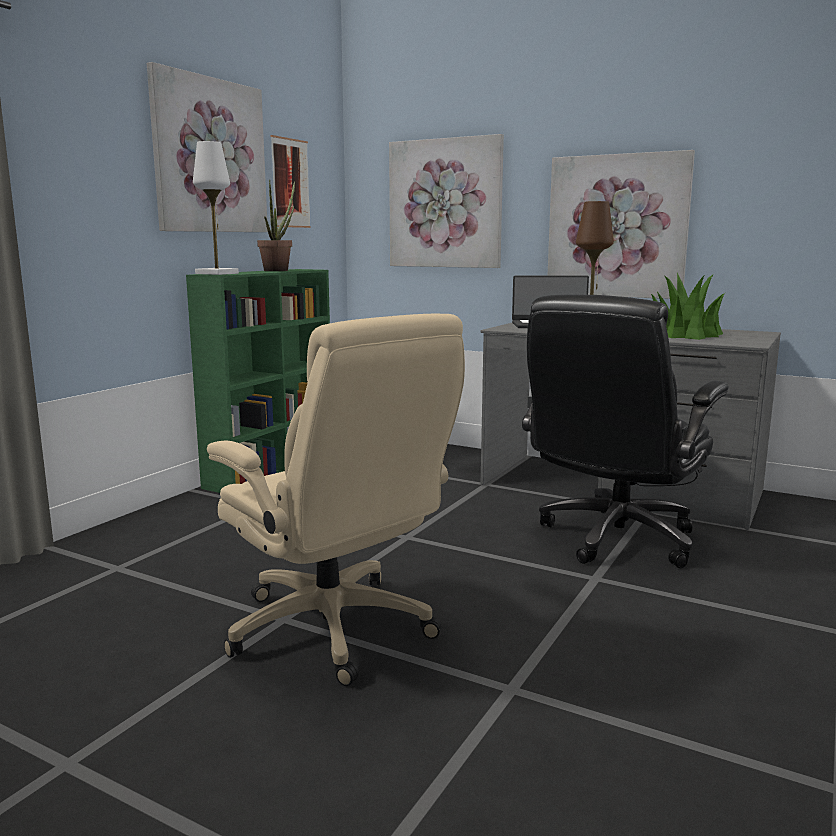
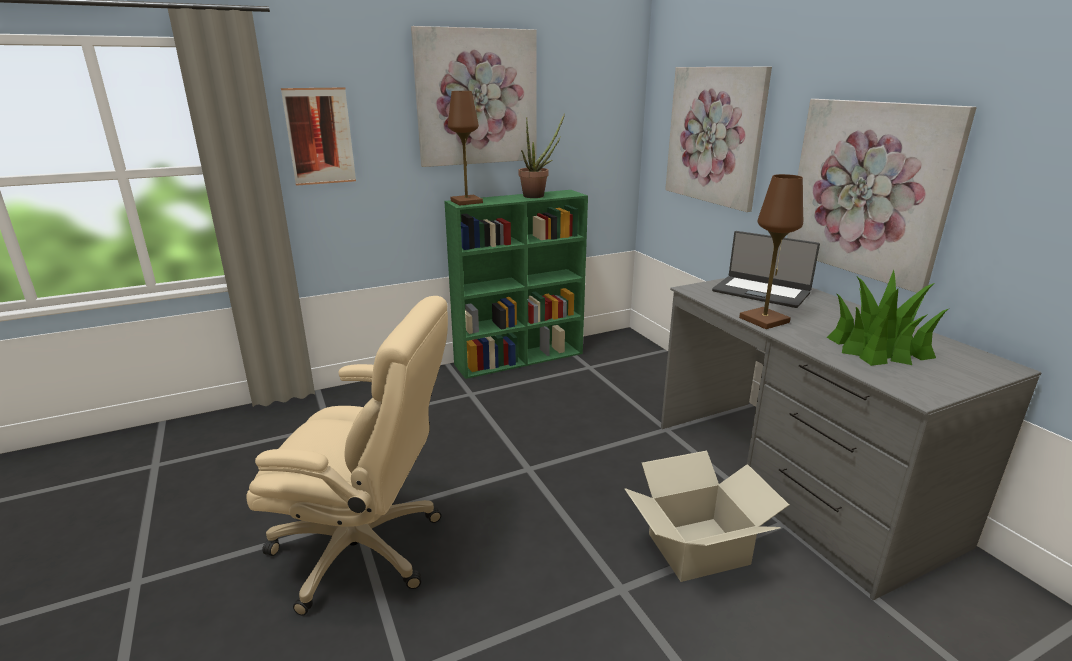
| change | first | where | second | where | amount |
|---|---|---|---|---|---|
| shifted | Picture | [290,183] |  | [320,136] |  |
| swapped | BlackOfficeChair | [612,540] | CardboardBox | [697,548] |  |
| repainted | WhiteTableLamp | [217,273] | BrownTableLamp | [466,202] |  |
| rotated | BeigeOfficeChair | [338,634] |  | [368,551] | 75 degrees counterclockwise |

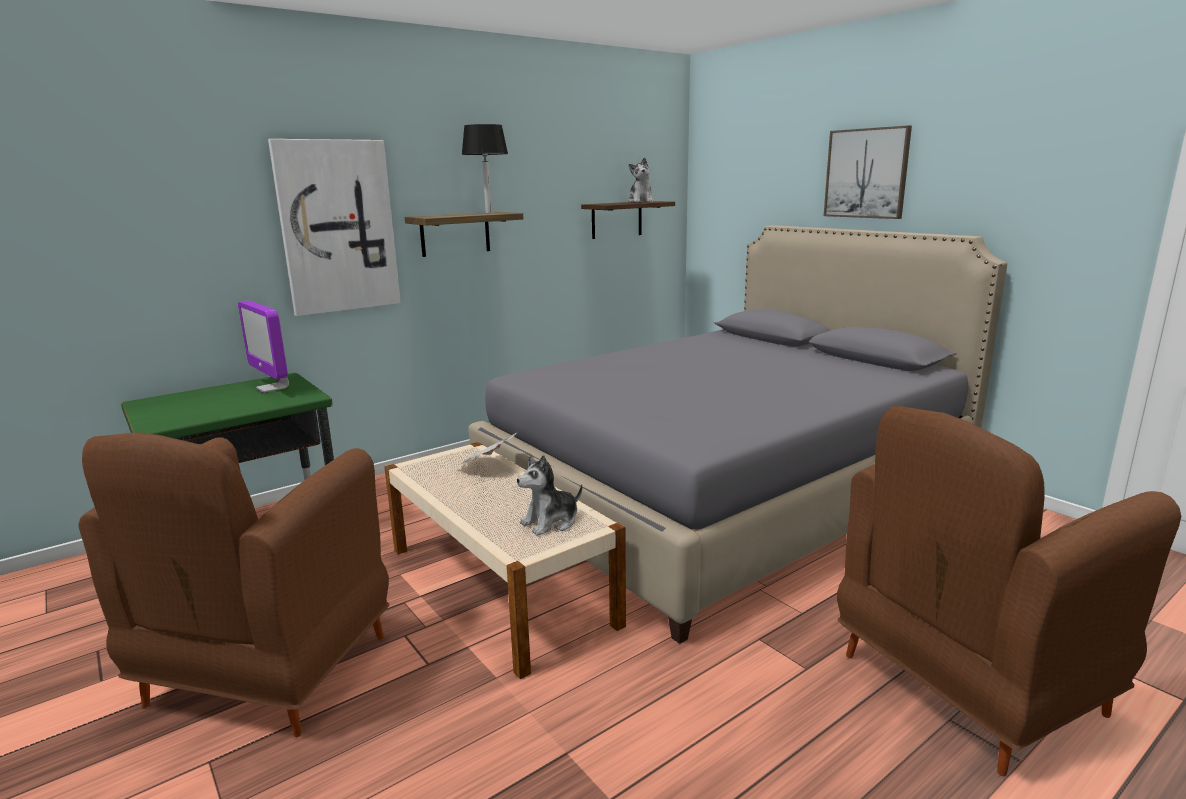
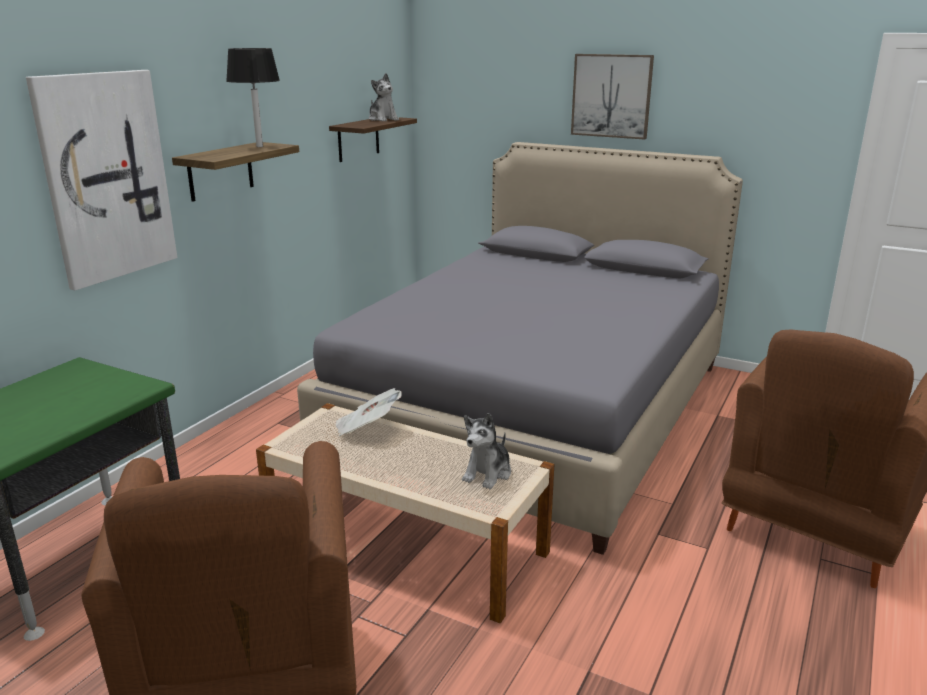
| change | first | where | second | where | amount |
|---|---|---|---|---|---|
| gone | Monitor | [273,388] |  |  |  |

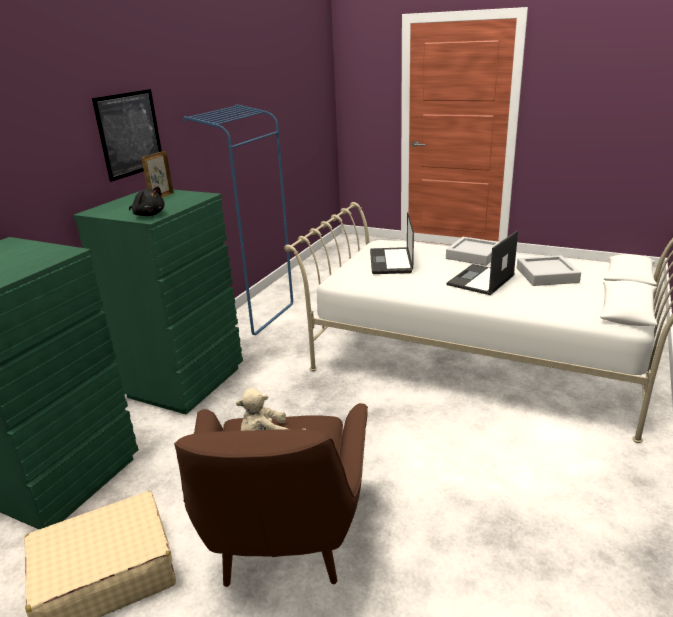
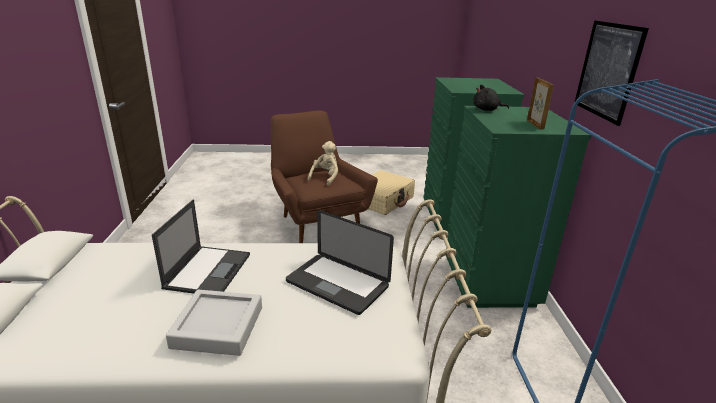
| change | first | where | second | where | amount |
|---|---|---|---|---|---|
| gone | GreyTray | [547,275] |  |  |  |
| rotated | Laptop | [390,262] |  | [337,284] | 150 degrees clockwise |

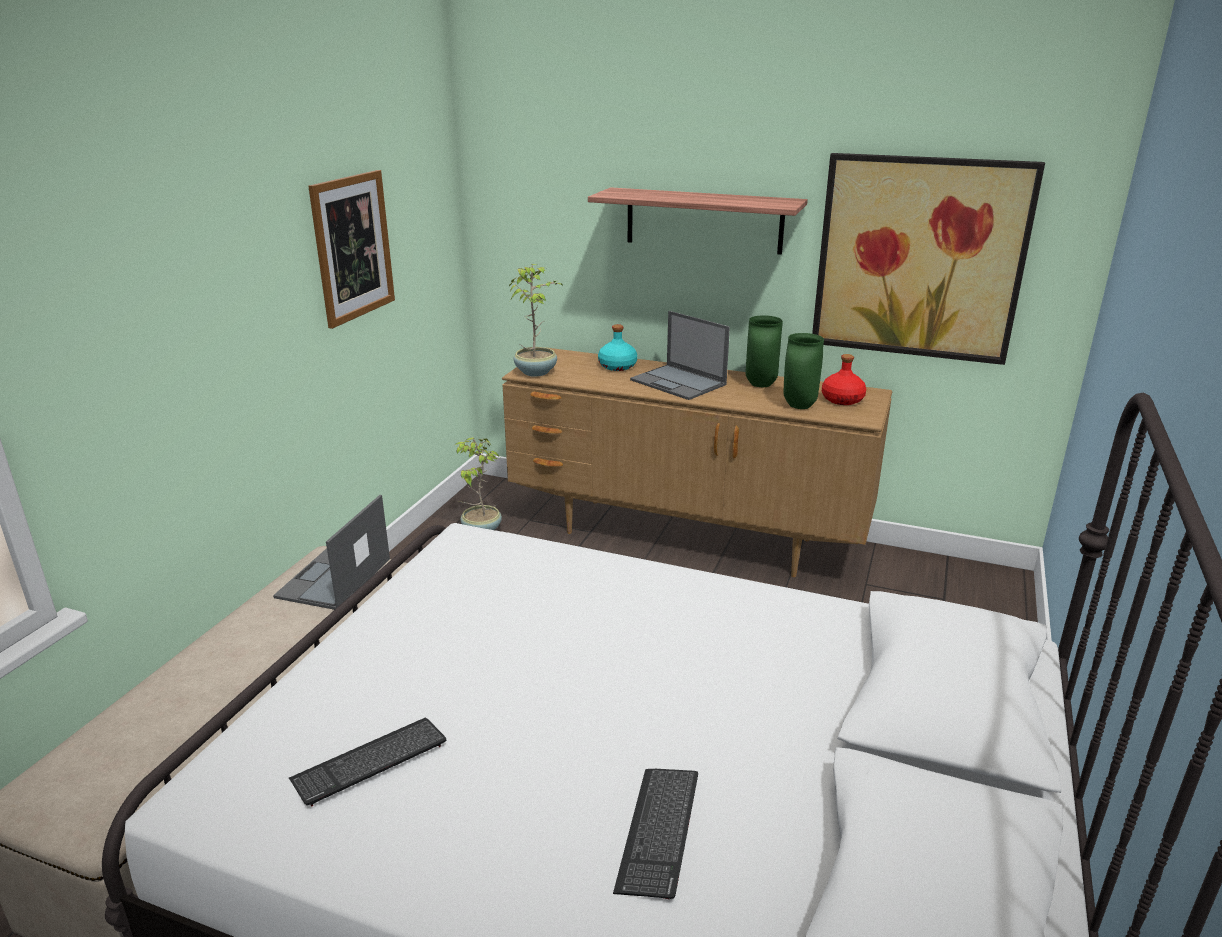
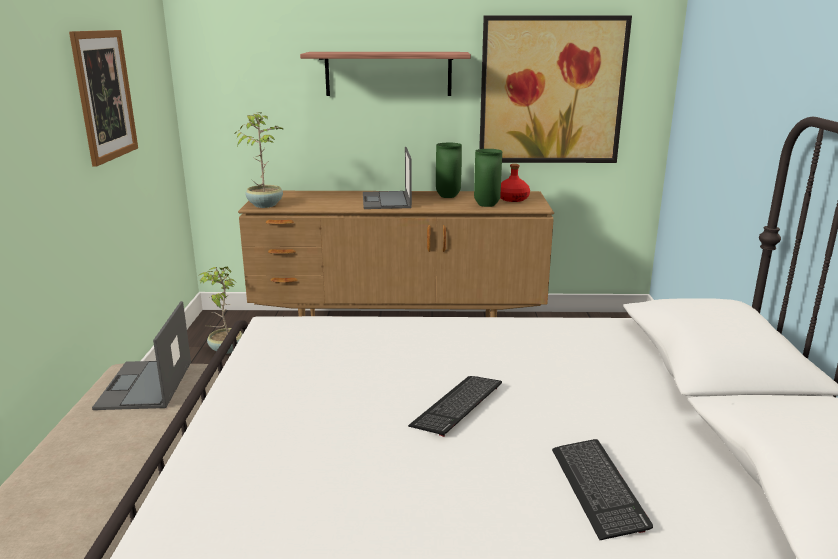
| change | first | where | second | where | amount |
|---|---|---|---|---|---|
| gone | TurquoiseBottle | [617,366] |  |  |  |
| shifted | Keyboard | [370,762] |  | [457,406] |  |
| rotated | Laptop | [679,382] |  | [386,201] | 60 degrees clockwise |

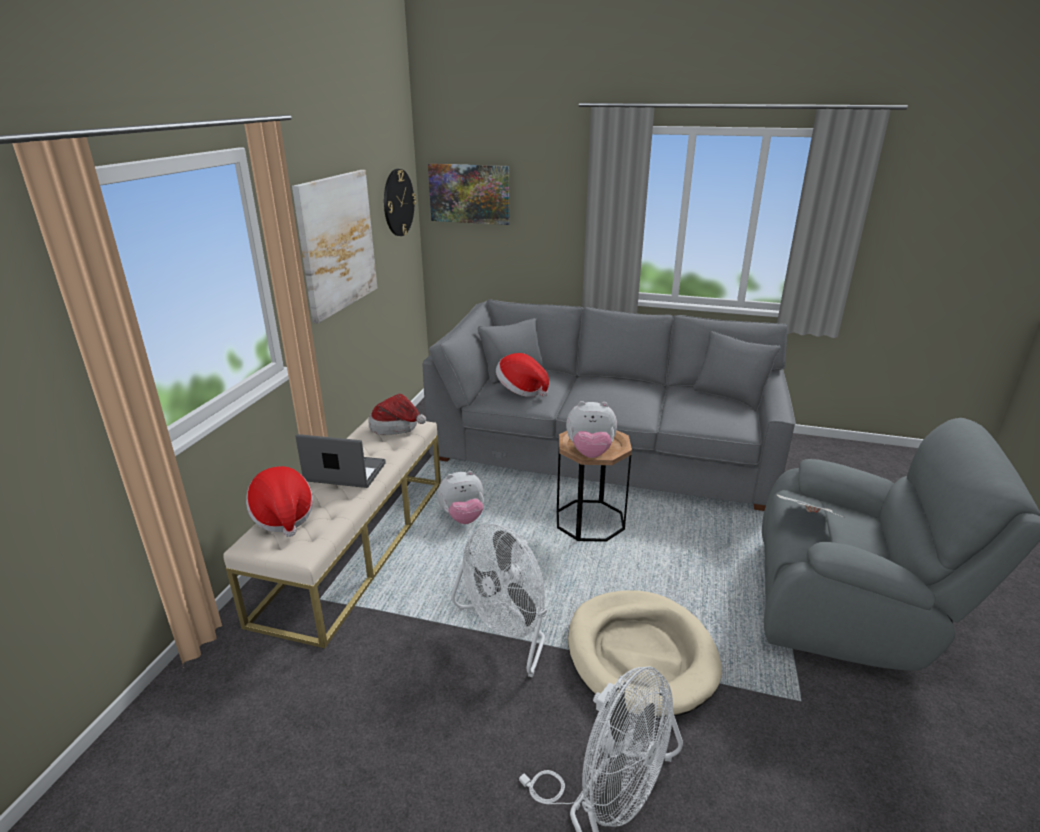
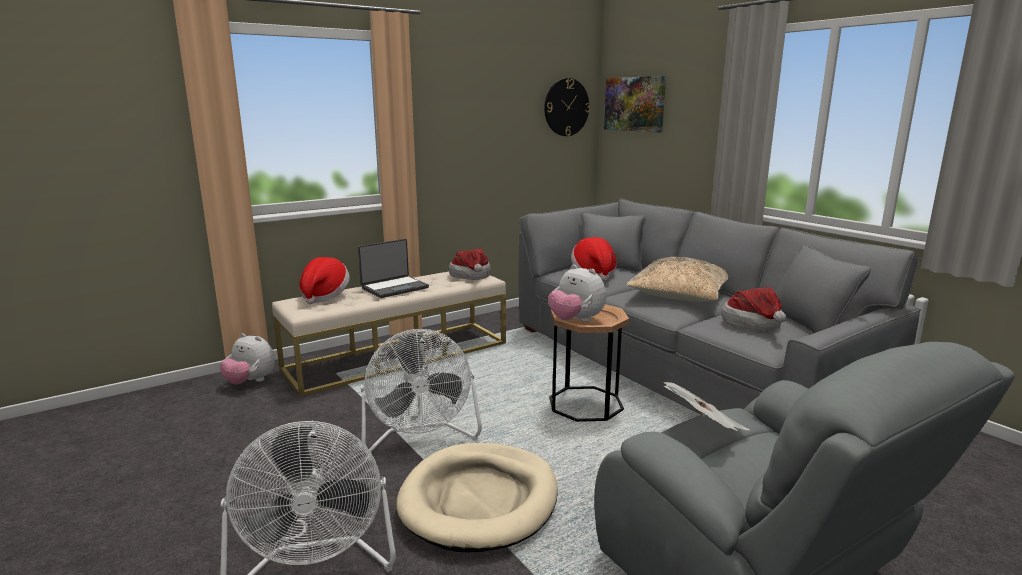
| change | first | where | second | where | amount |
|---|---|---|---|---|---|
| gone | Picture | [337,243] |  |  |  |
| new |  |  | BeigePillow | [679,293] |  |
| new |  |  | Hat | [754,324] |  |
| shifted | PlushToy | [463,517] |  | [250,382] |  |
| rotated | Laptop | [345,473] |  | [394,288] | 90 degrees clockwise |
| rotated | WhiteFan | [509,627] |  | [416,437] | 105 degrees counterclockwise |

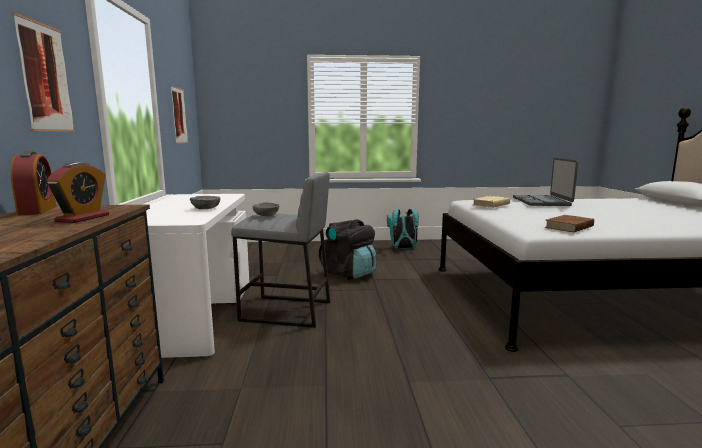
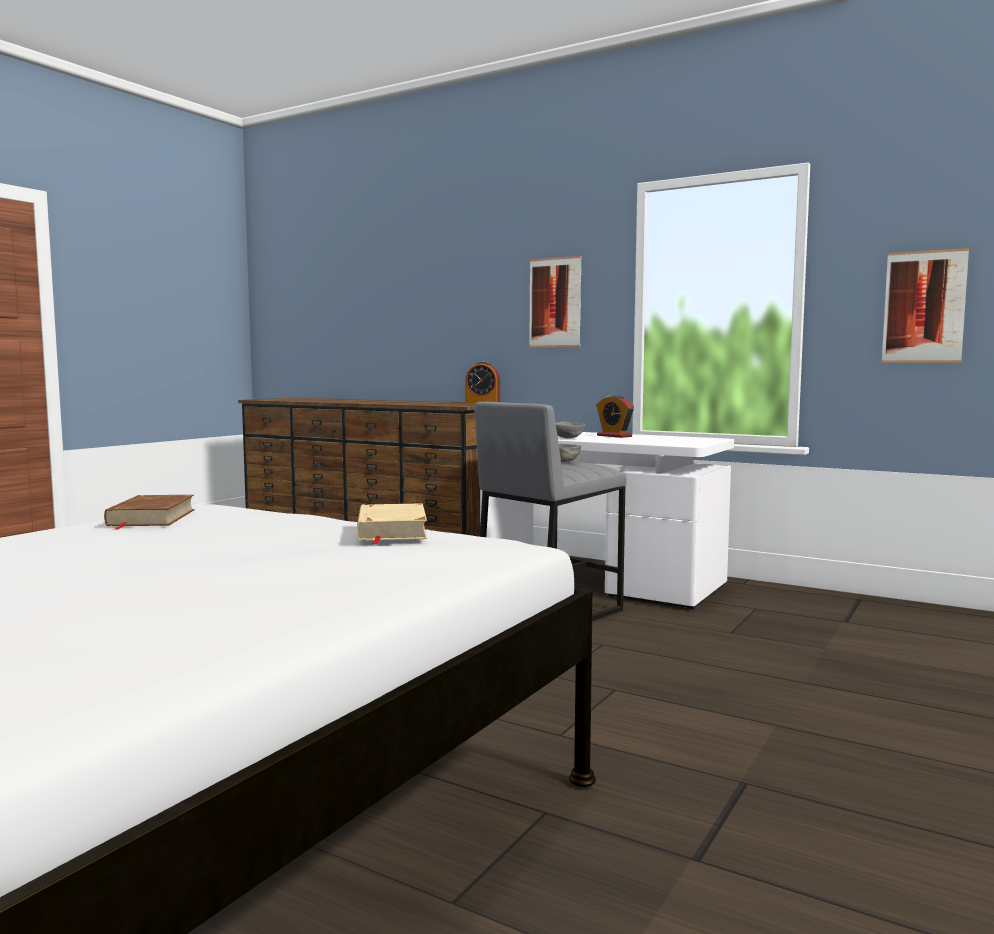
| change | first | where | second | where | amount |
|---|---|---|---|---|---|
| gone | BlackBackpack | [349,273] |  |  |  |
| gone | TurquoiseBackpack | [403,248] |  |  |  |
| gone | Laptop | [542,201] |  |  |  |
| shifted | AlarmClock | [83,218] |  | [614,436] |  |

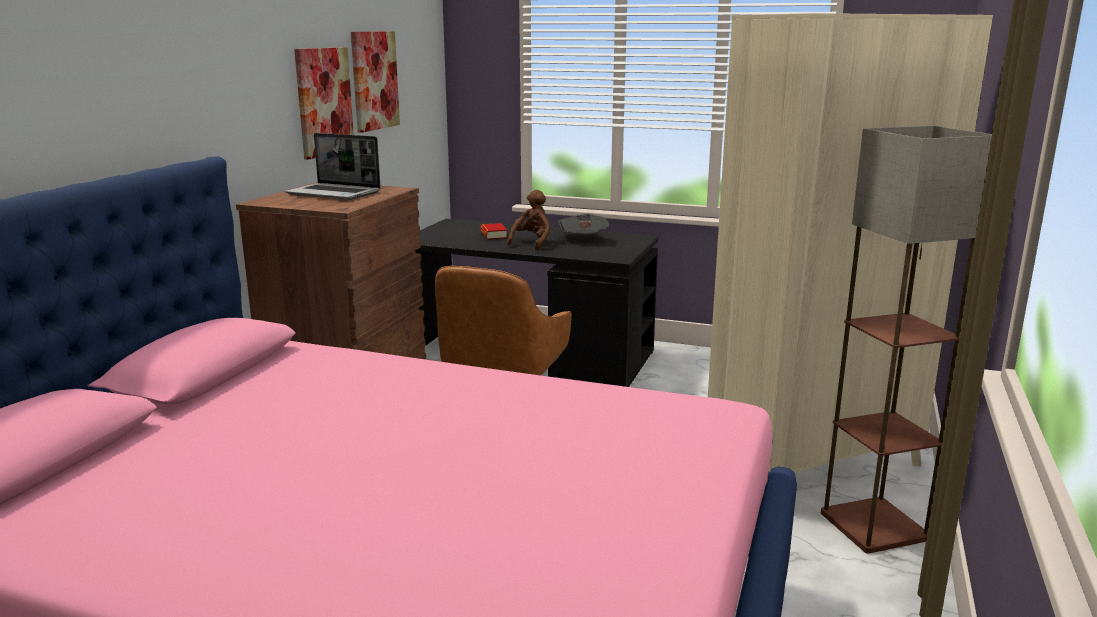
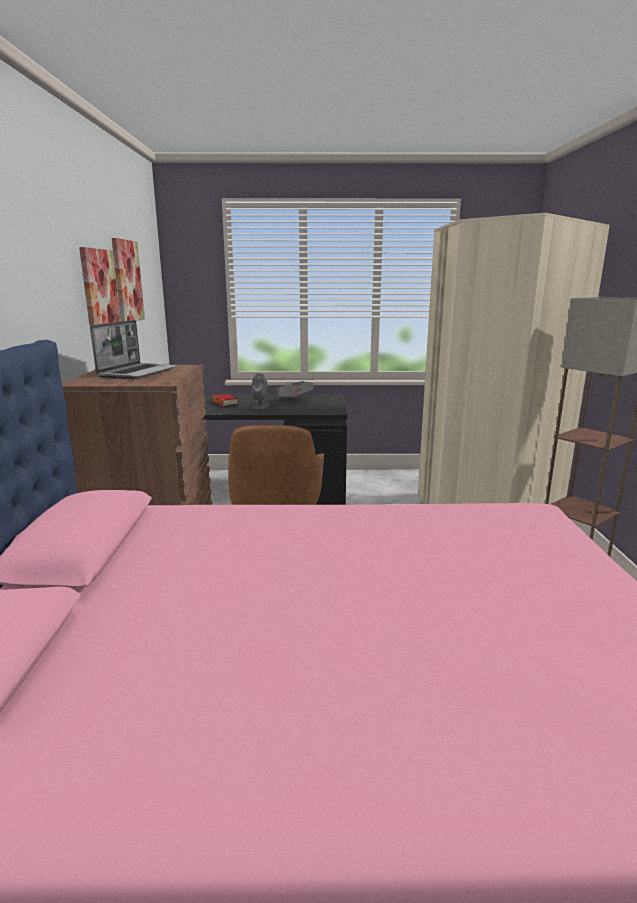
| change | first | where | second | where | amount |
|---|---|---|---|---|---|
| swapped | BrownPlushToy | [532,243] | GreySpeaker | [260,406] |  |
| rotated | Laptop | [335,193] |  | [138,372] | 75 degrees counterclockwise |

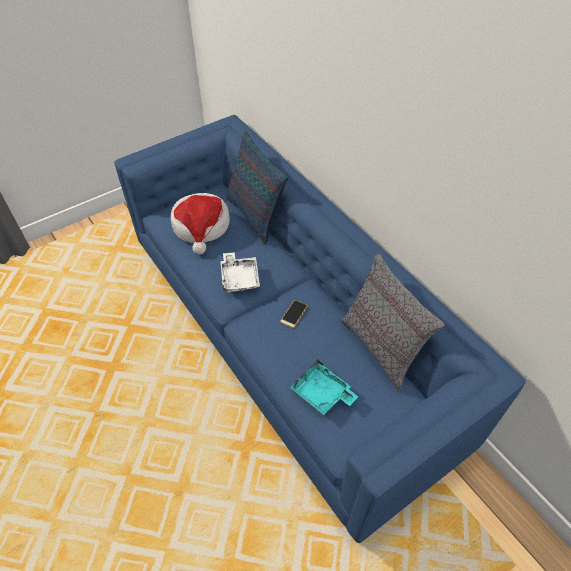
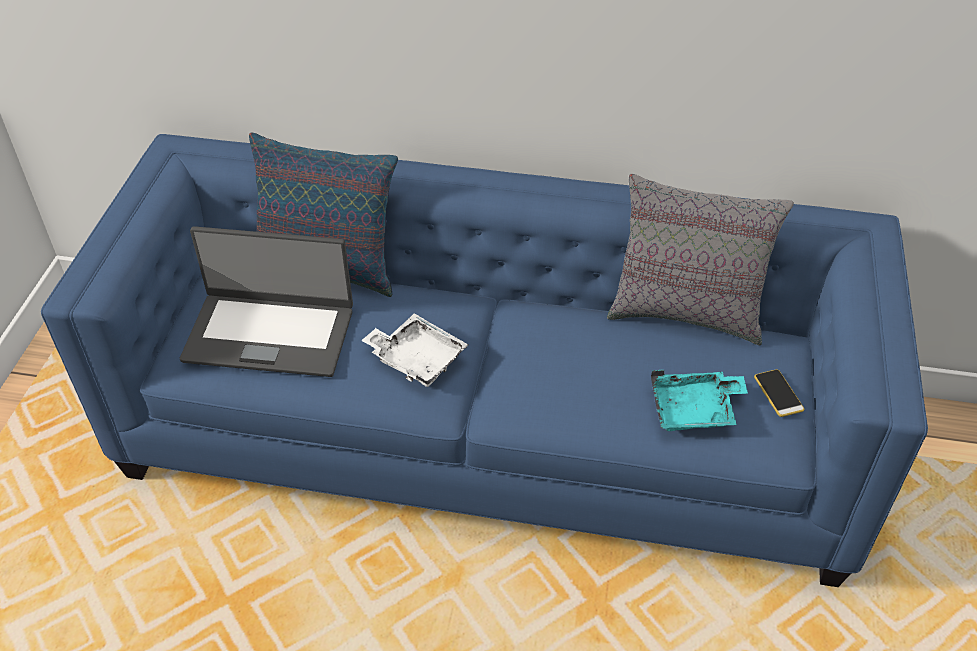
| change | first | where | second | where | amount |
|---|---|---|---|---|---|
| shifted | Phone | [294,314] |  | [778,393] |  |
| swapped | Hat | [201,227] | Laptop | [270,333] |  |

